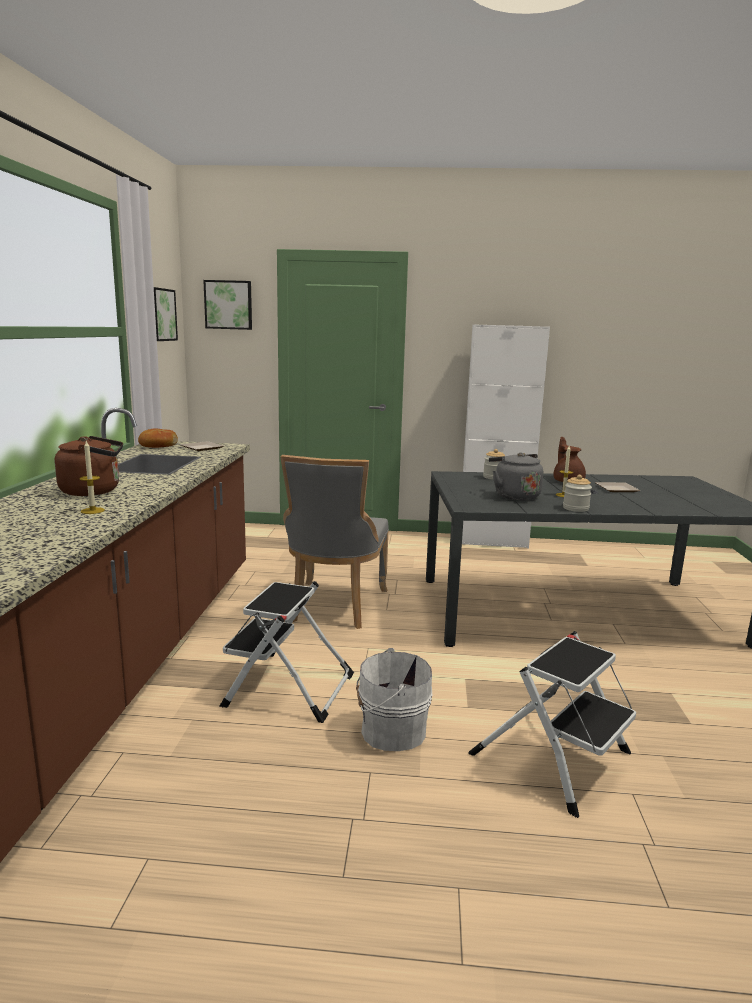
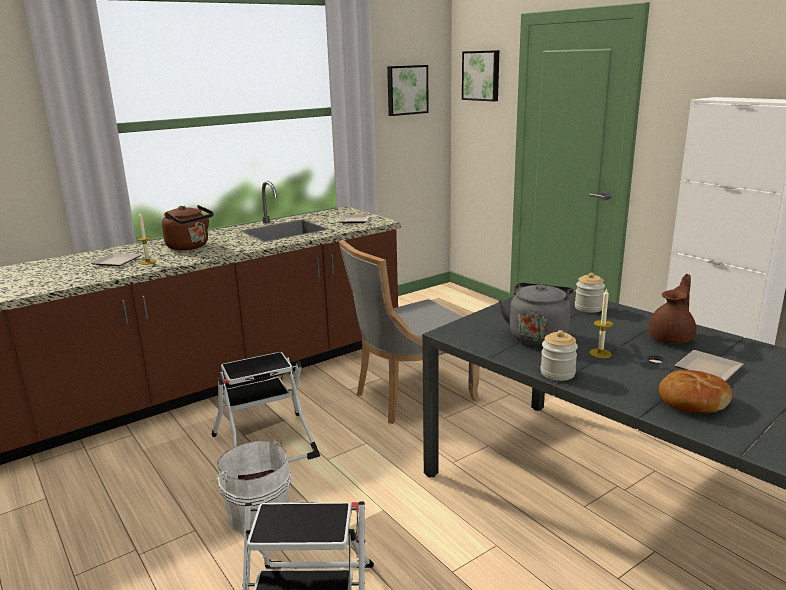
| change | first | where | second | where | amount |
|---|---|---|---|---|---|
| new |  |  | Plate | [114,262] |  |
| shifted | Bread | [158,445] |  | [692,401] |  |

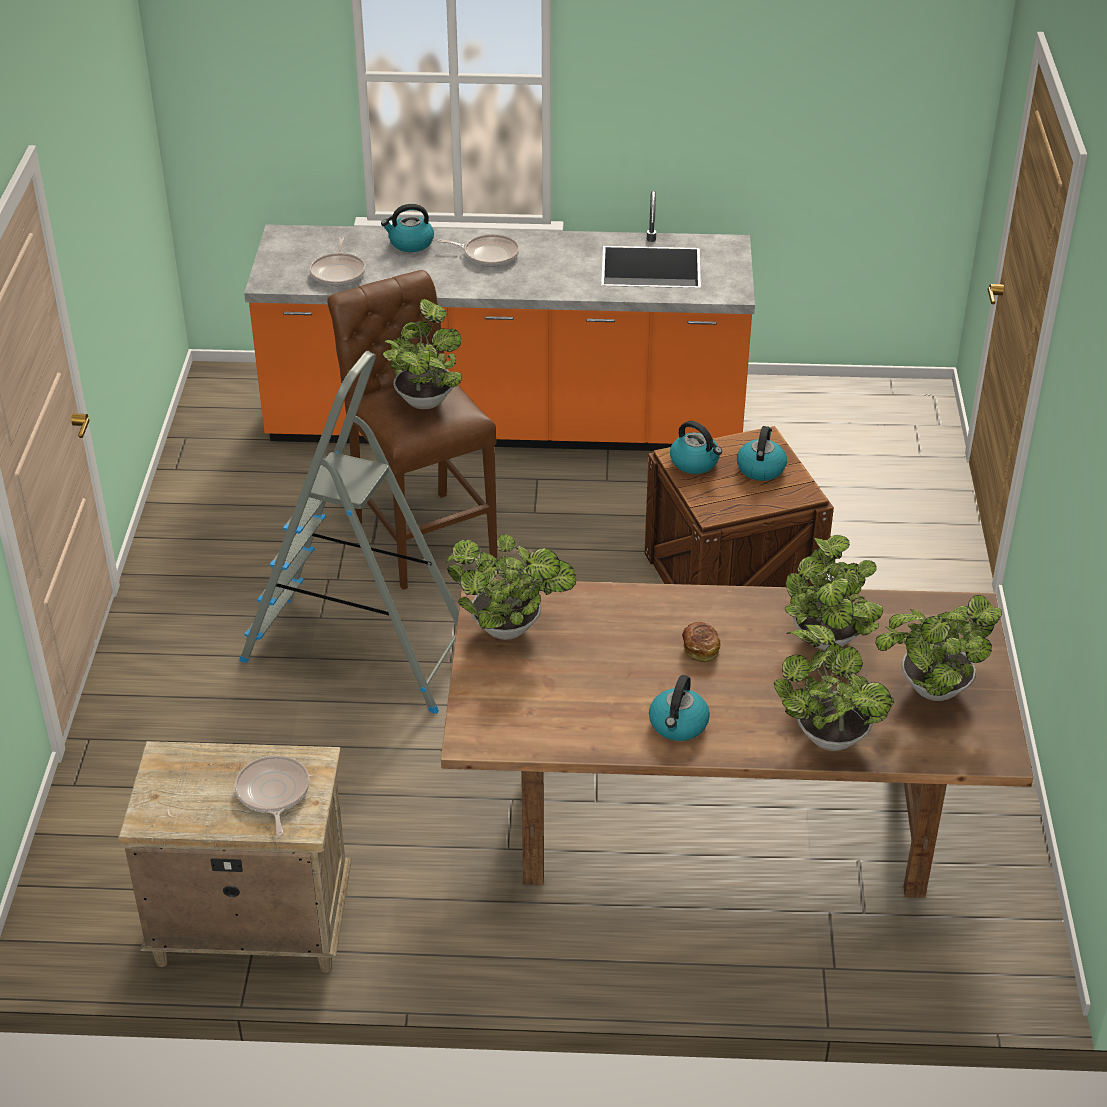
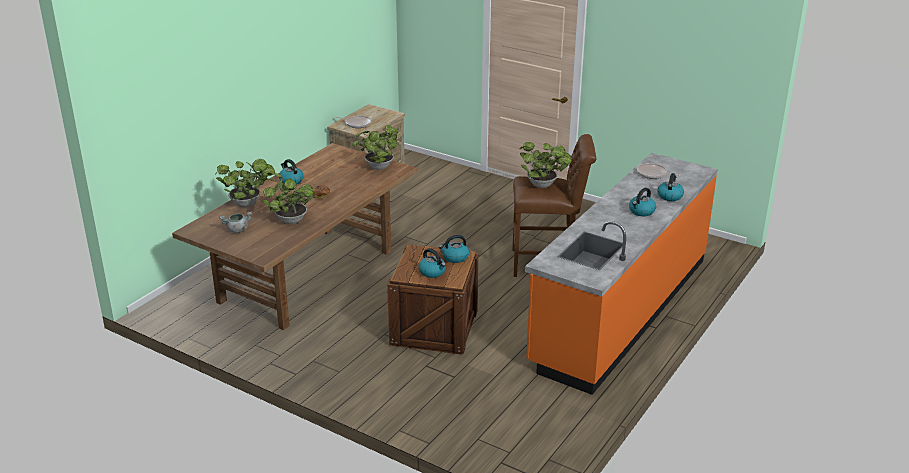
| change | first | where | second | where | amount |
|---|---|---|---|---|---|
| gone | GreyStepLadder | [356,654] |  |  |  |
| swapped | FryingPan | [488,254] | Kettle | [641,211] |  |
| swapped | PottedPlant | [930,690] | GreyCookingPot | [237,230] |  |

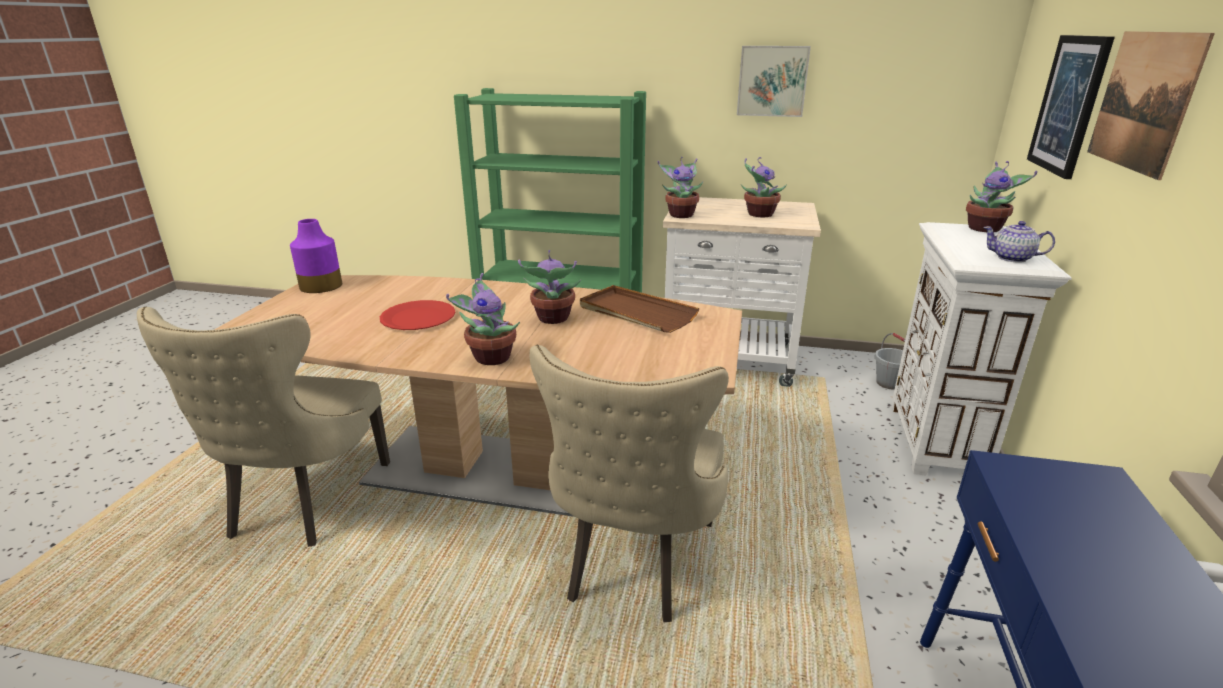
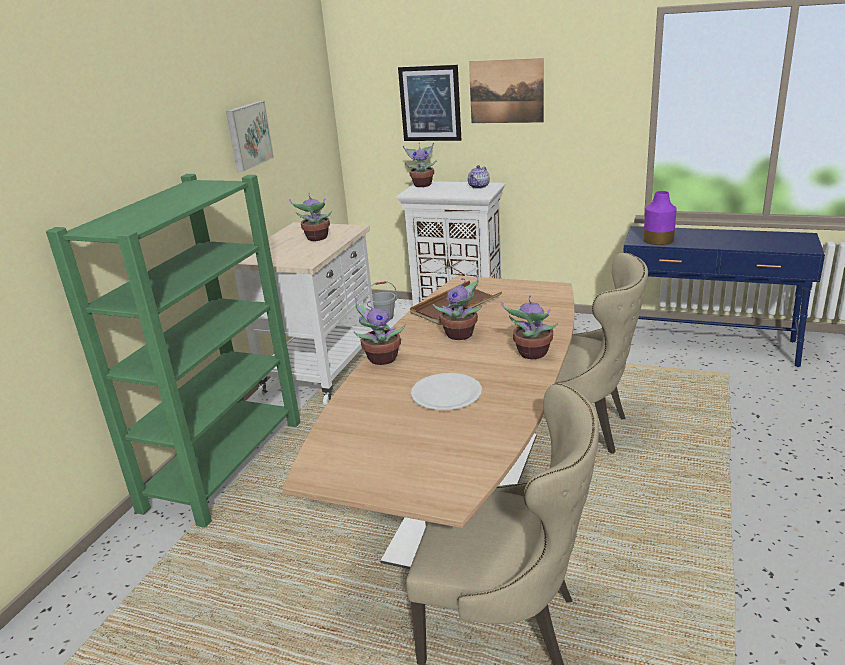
| change | first | where | second | where | amount |
|---|---|---|---|---|---|
| shifted | PurpleVase | [320,286] |  | [658,240] |  |
| shifted | PottedPlant | [681,215] |  | [380,359] |  |
| repainted | RedPlate | [418,317] | WhitePlate | [446,393] |  |

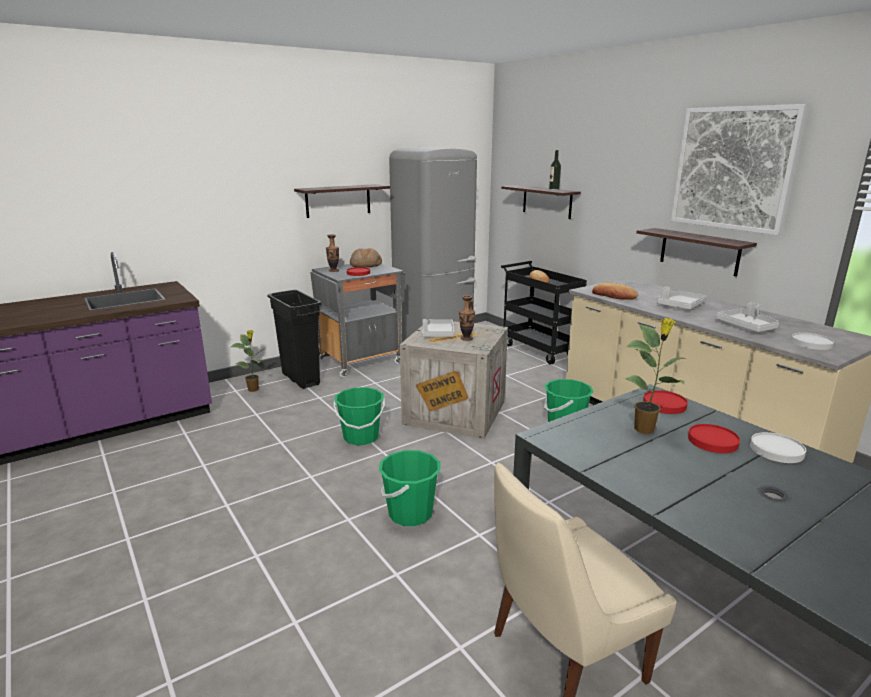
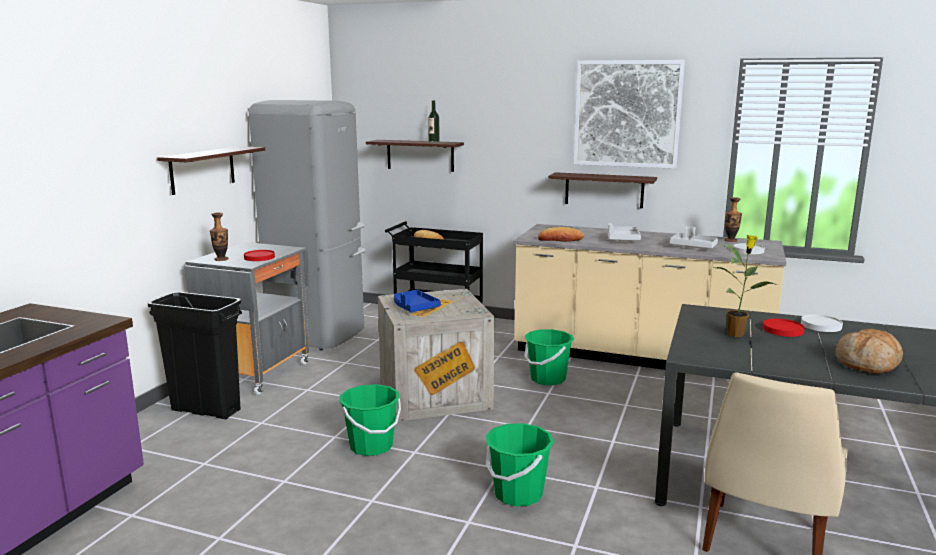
| change | first | where | second | where | amount |
|---|---|---|---|---|---|
| gone | PottedPlant | [254,389] |  |  |  |
| gone | RedPlate | [664,404] |  |  |  |
| shifted | Bread | [365,265] |  | [867,364] |  |
| shifted | Vase | [466,338] |  | [731,240] |  |
| repainted | GreyTray | [438,334] | BlueTray | [414,307] |  |

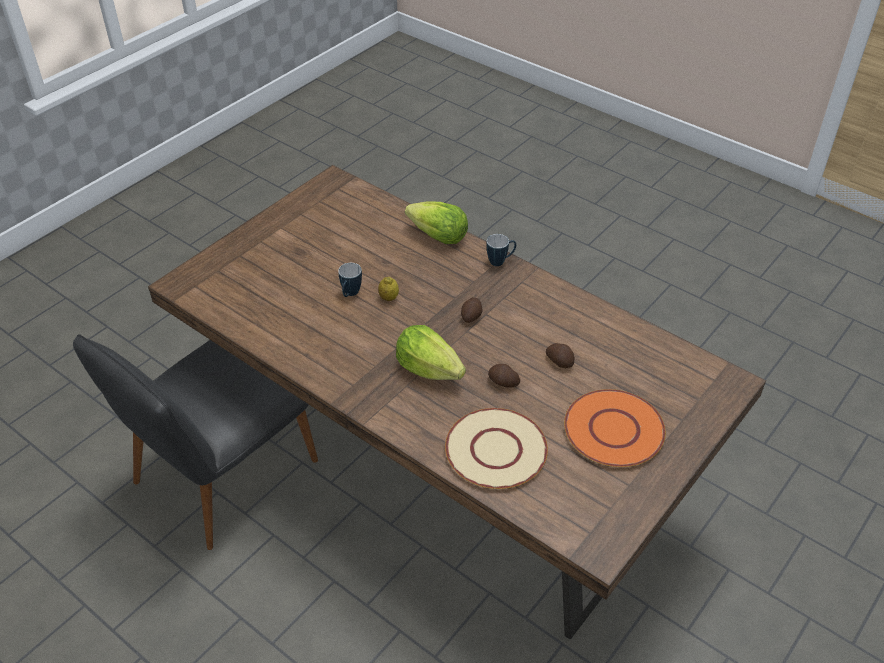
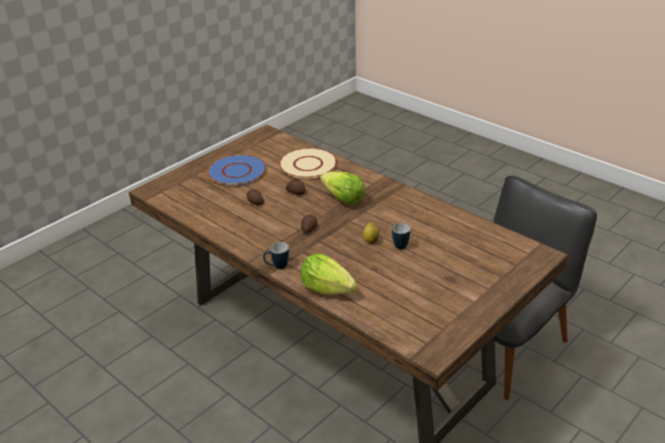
| change | first | where | second | where | amount |
|---|---|---|---|---|---|
| repainted | OrangePlate | [613,430] | BluePlate | [237,171] |  |

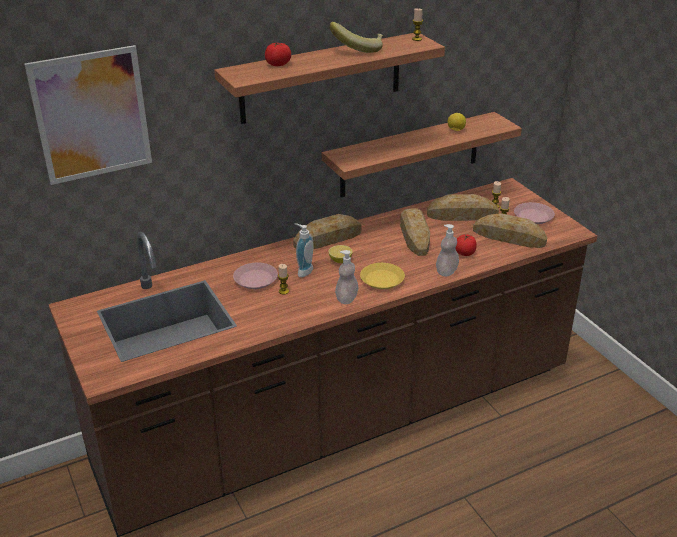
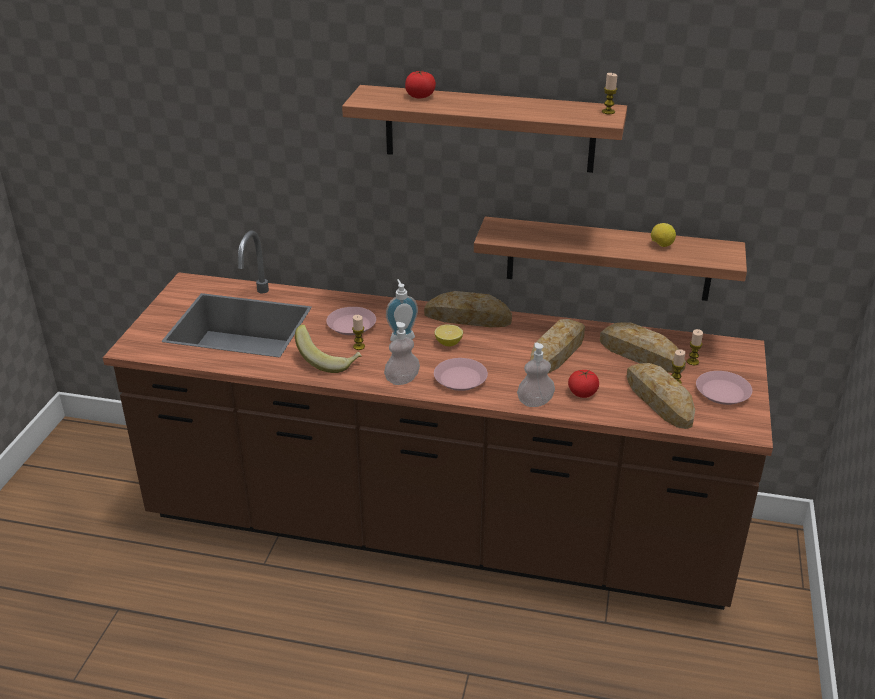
| change | first | where | second | where | amount |
|---|---|---|---|---|---|
| gone | Picture | [91,115] |  |  |  |
| shifted | Banana | [358,49] |  | [329,361] |  |
| repainted | YellowPlate | [382,279] | PinkPlate | [460,379] |  |

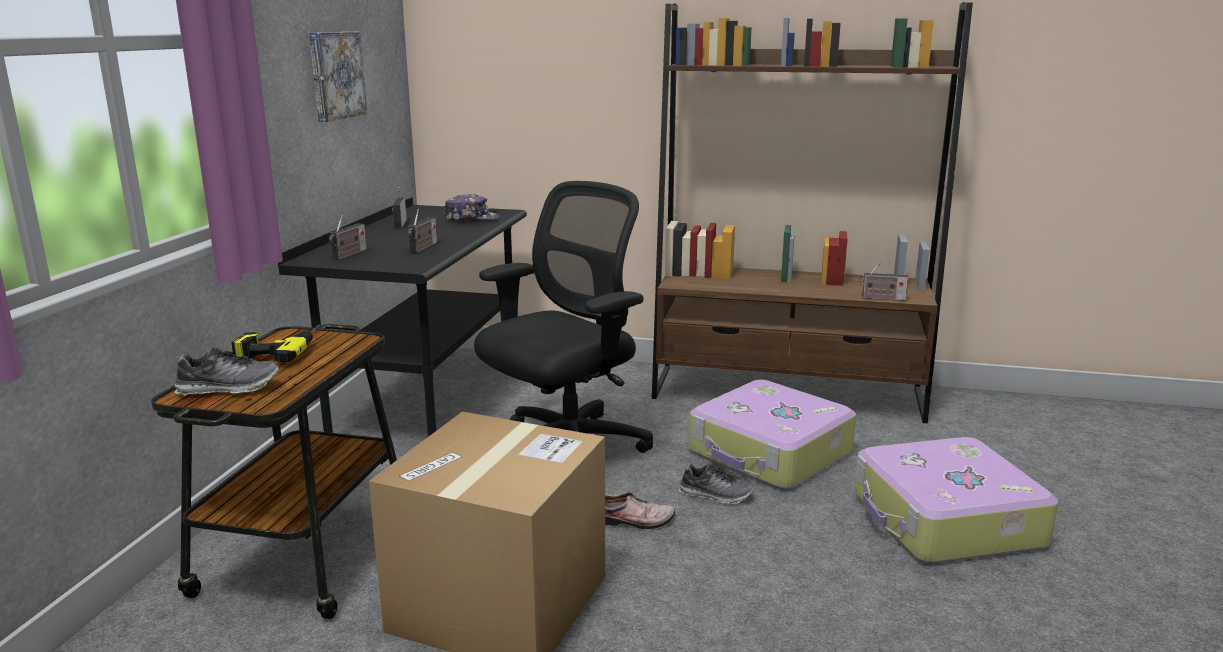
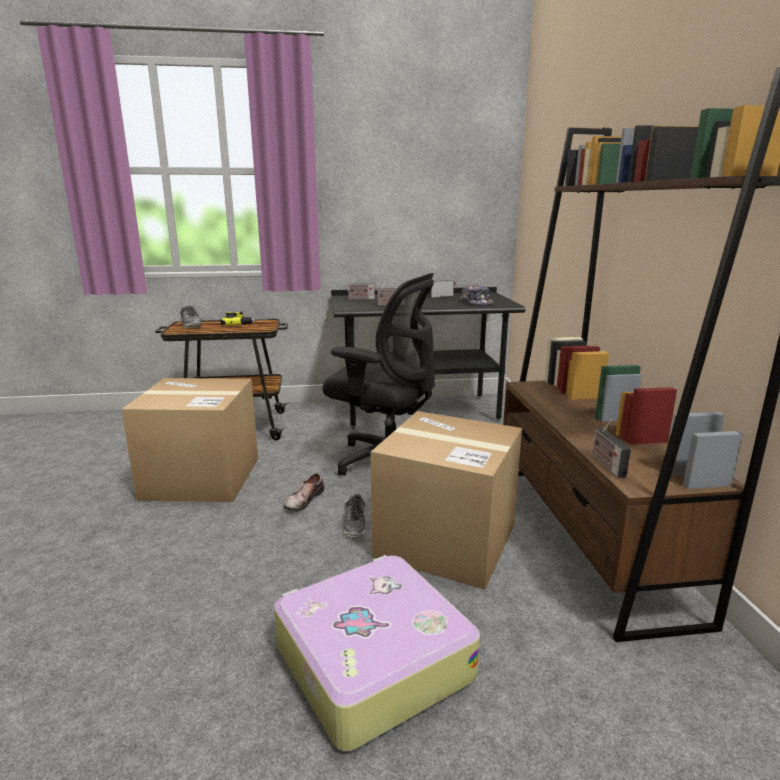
| change | first | where | second | where | amount |
|---|---|---|---|---|---|
| gone | Picture | [334,75] |  |  |  |
| swapped | Suitcase | [770,453] | CardboardBox | [446,540] |  |
| rotated | Shoe | [634,521] |  | [303,500] | 45 degrees clockwise |

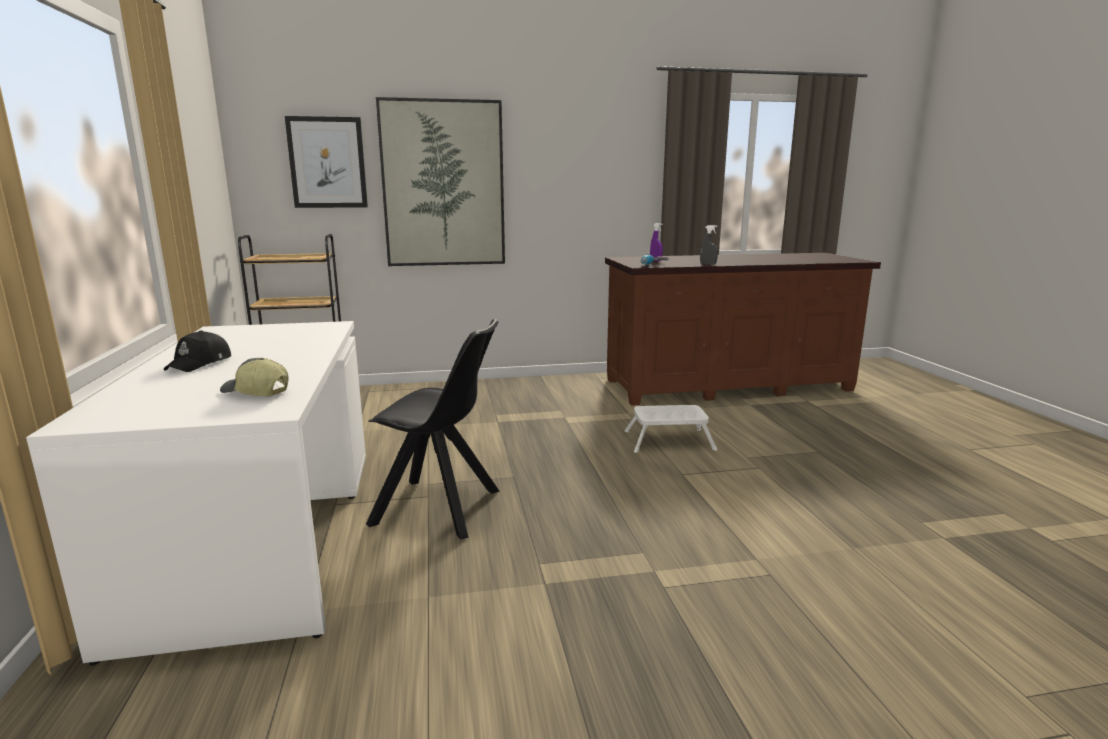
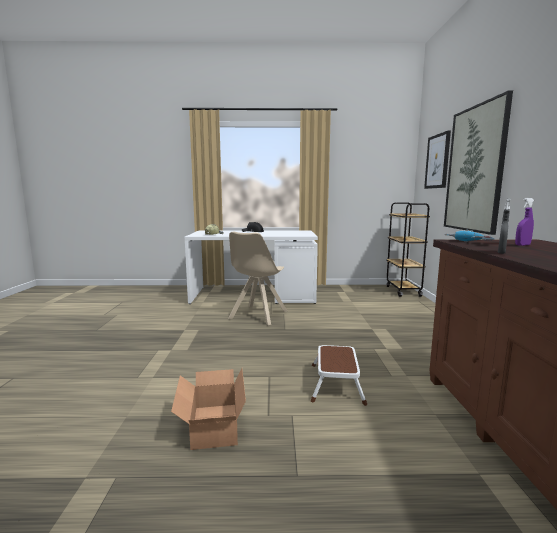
| change | first | where | second | where | amount |
|---|---|---|---|---|---|
| new |  |  | CardboardBox | [212,427] |  |
| repainted | BlackChair | [439,508] | BeigeChair | [257,315] |  |
| repainted | WhiteStepLadder | [669,440] | BrownStepLadder | [336,383] |  |

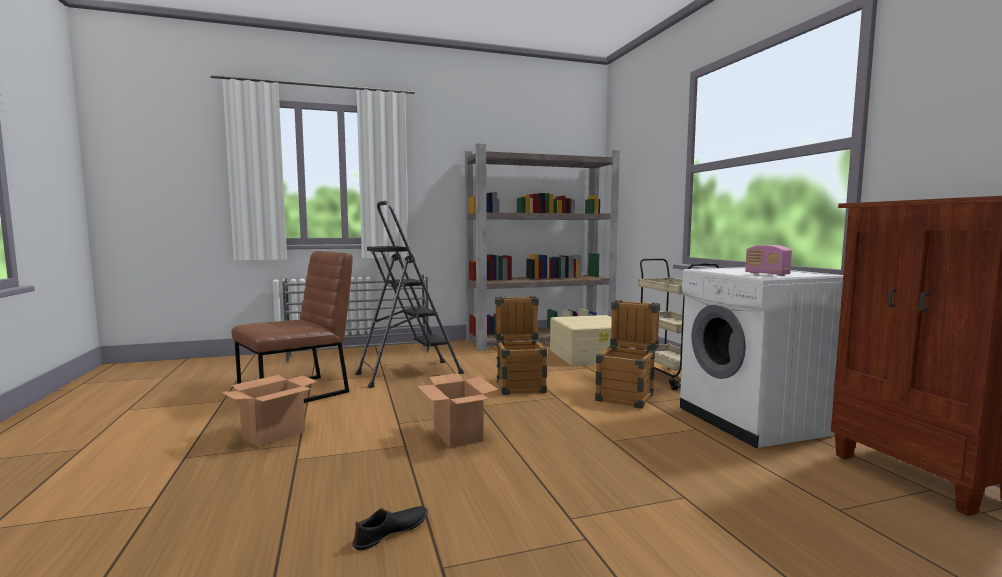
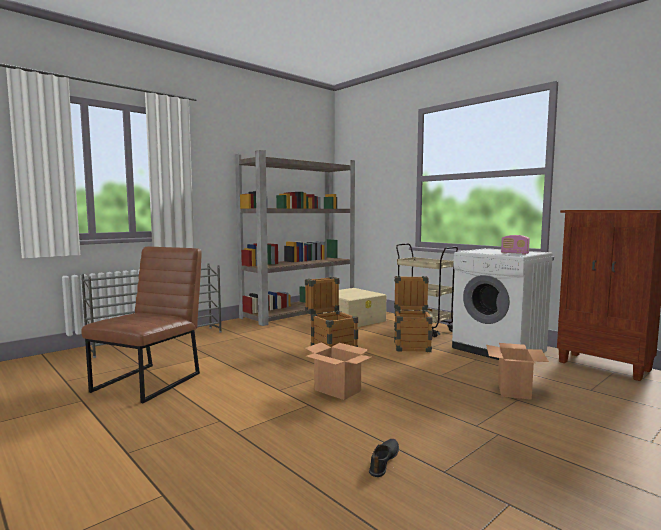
| change | first | where | second | where | amount |
|---|---|---|---|---|---|
| gone | StepLadder | [408,374] |  |  |  |
| shifted | CardboardBox | [274,434] |  | [513,390] |  |

